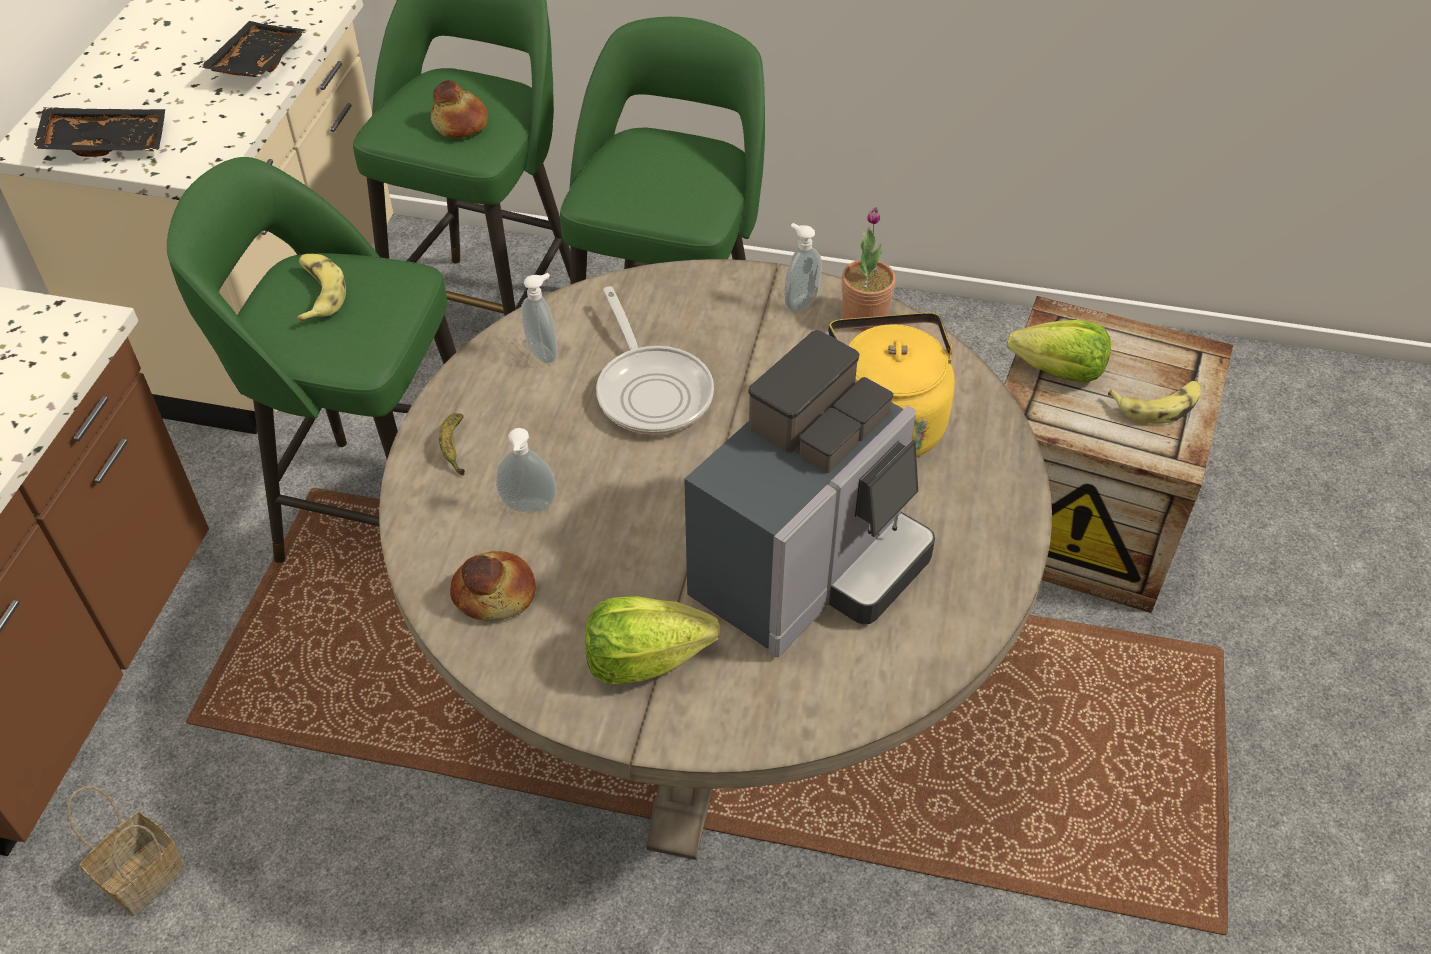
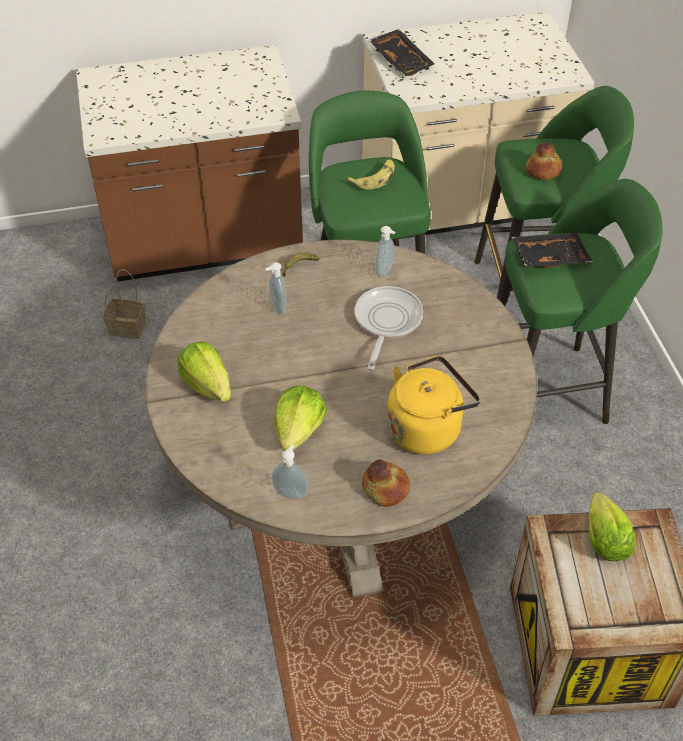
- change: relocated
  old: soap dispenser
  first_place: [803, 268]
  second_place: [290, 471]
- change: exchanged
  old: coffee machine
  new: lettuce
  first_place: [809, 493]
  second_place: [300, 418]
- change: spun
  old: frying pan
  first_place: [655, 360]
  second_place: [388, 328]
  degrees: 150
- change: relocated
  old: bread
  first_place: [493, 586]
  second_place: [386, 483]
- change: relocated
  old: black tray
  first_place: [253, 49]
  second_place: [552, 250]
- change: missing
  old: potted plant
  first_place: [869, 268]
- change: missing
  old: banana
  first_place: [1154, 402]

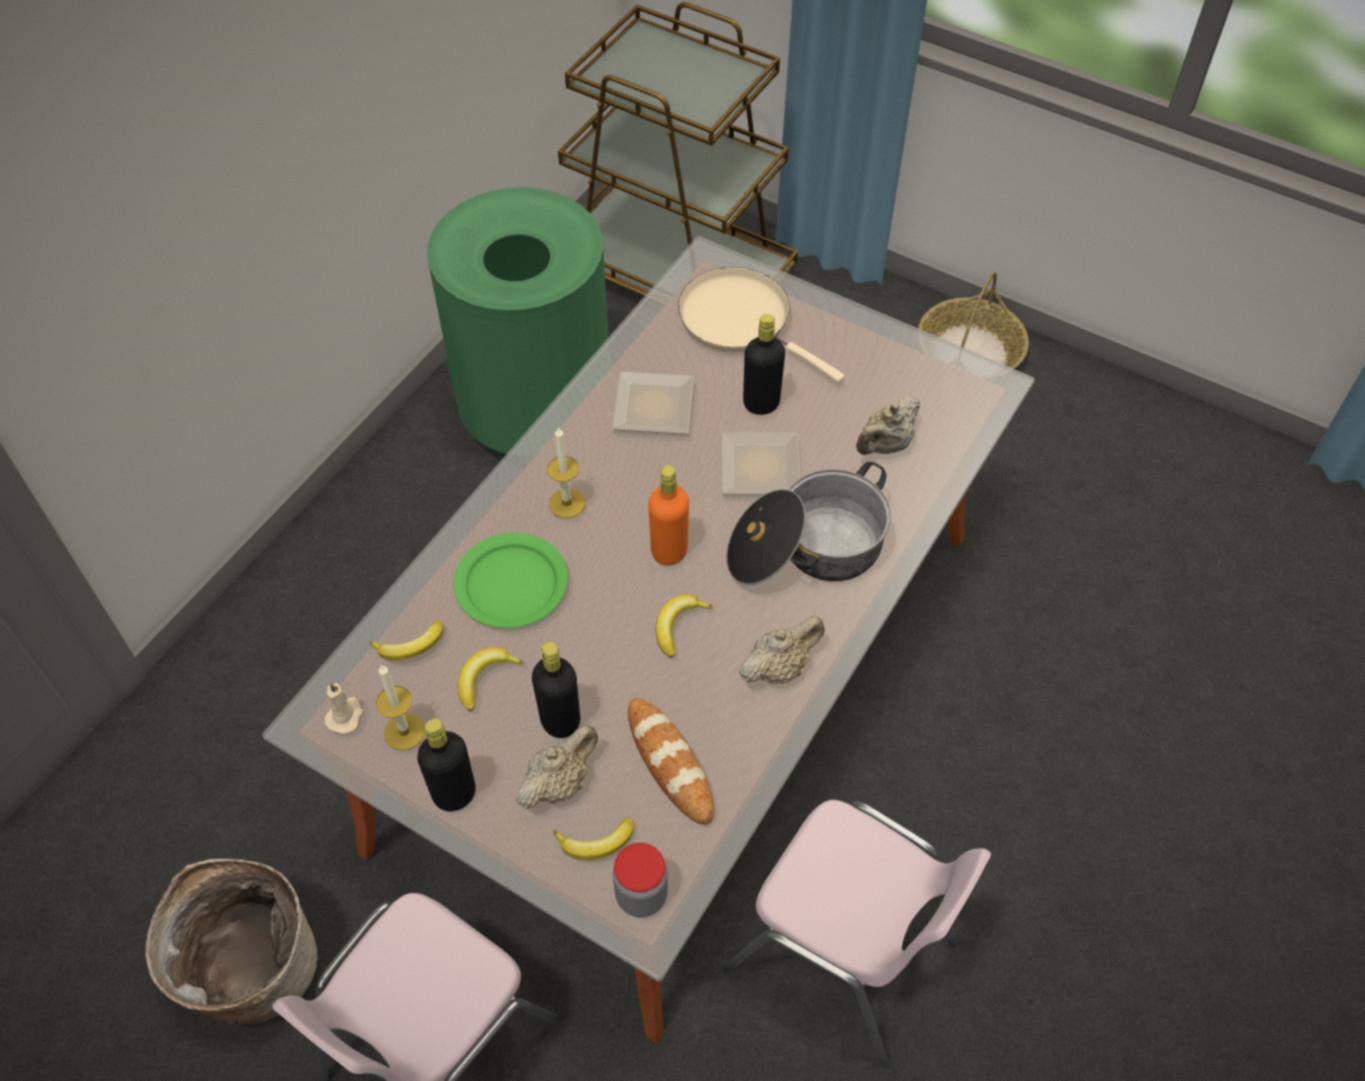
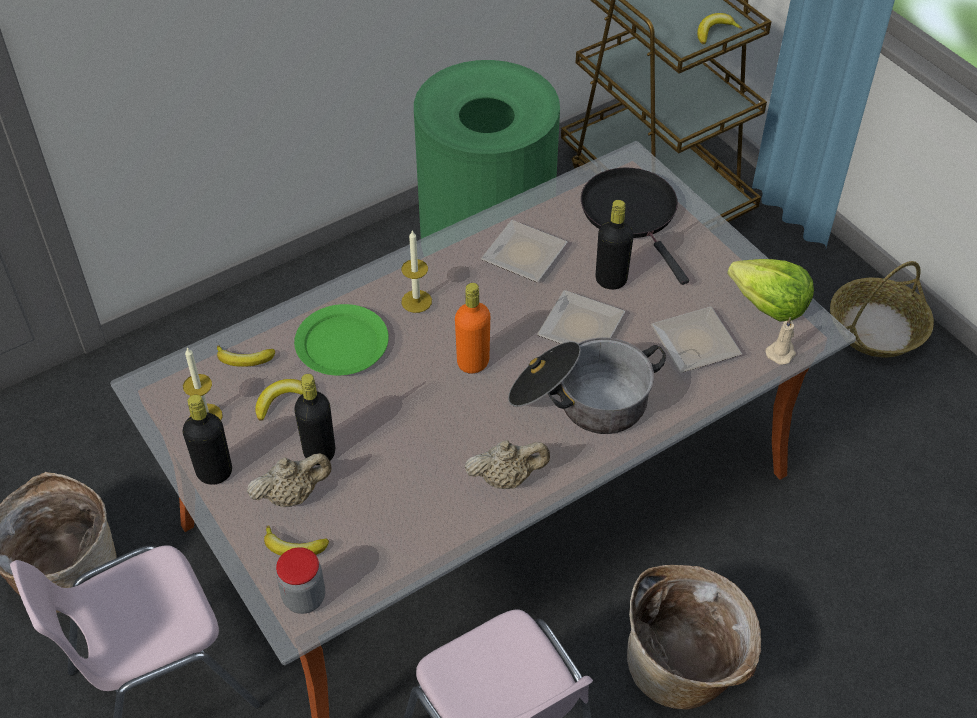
- change: colour
  old: beige frying pan
  new: black frying pan
  first_place: [761, 325]
  second_place: [635, 226]
- change: appeared
  new: basket
  second_place: [694, 637]
- change: exchanged
  old: beige teapot
  new: plate
  first_place: [888, 425]
  second_place: [696, 339]
- change: relocated
  old: banana
  first_place: [684, 626]
  second_place: [719, 28]
- change: appeared
  new: lettuce
  second_place: [770, 290]
- change: relocated
  old: beige candle
  first_place: [343, 708]
  second_place: [780, 341]
- change: missing
  old: bread
  first_place: [671, 761]

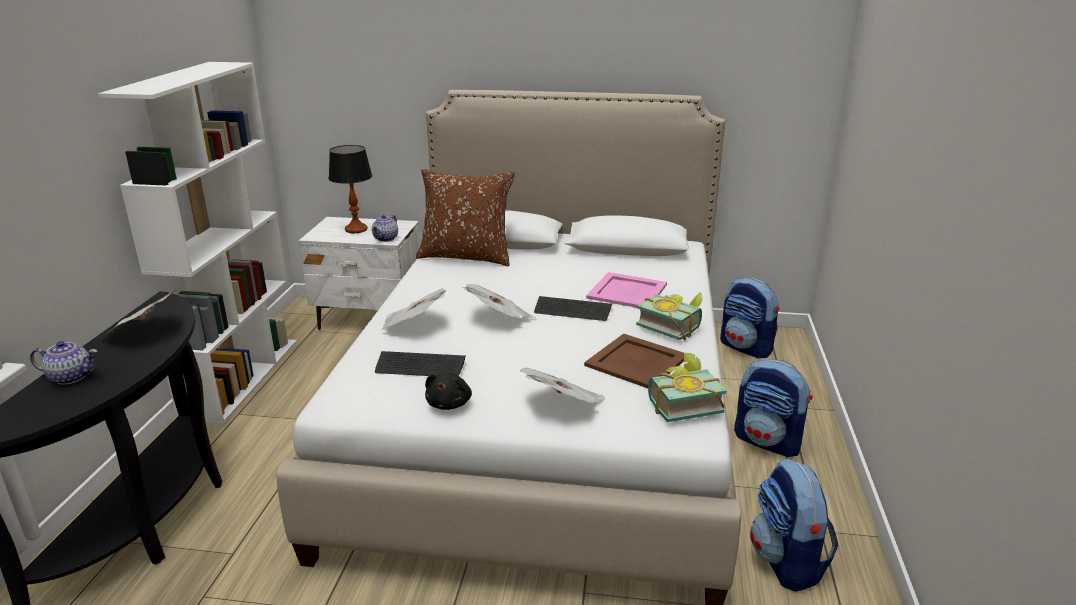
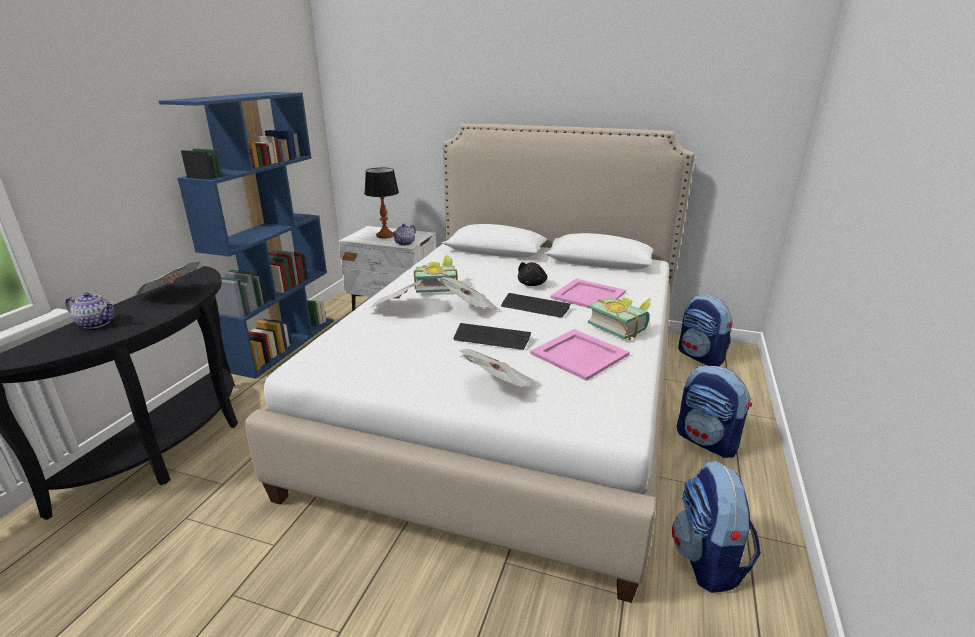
- change: colour
  old: white bookcase
  new: blue bookcase
  first_place: [197, 243]
  second_place: [246, 235]
- change: relocated
  old: book
  first_place: [687, 387]
  second_place: [436, 274]
- change: relocated
  old: keyboard
  first_place: [420, 363]
  second_place: [492, 336]
- change: relocated
  old: black plush toy
  first_place: [448, 391]
  second_place: [532, 274]
- change: colour
  old: brown tray
  new: pink tray
  first_place: [634, 361]
  second_place: [579, 355]
- change: missing
  old: brown pillow
  first_place: [465, 217]

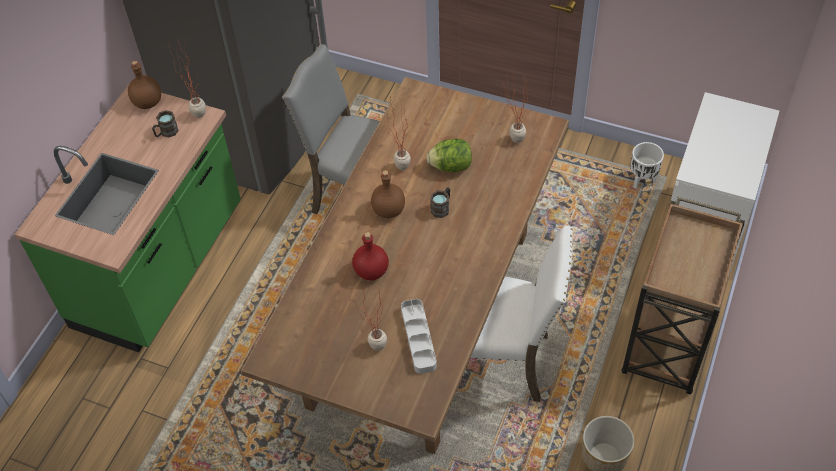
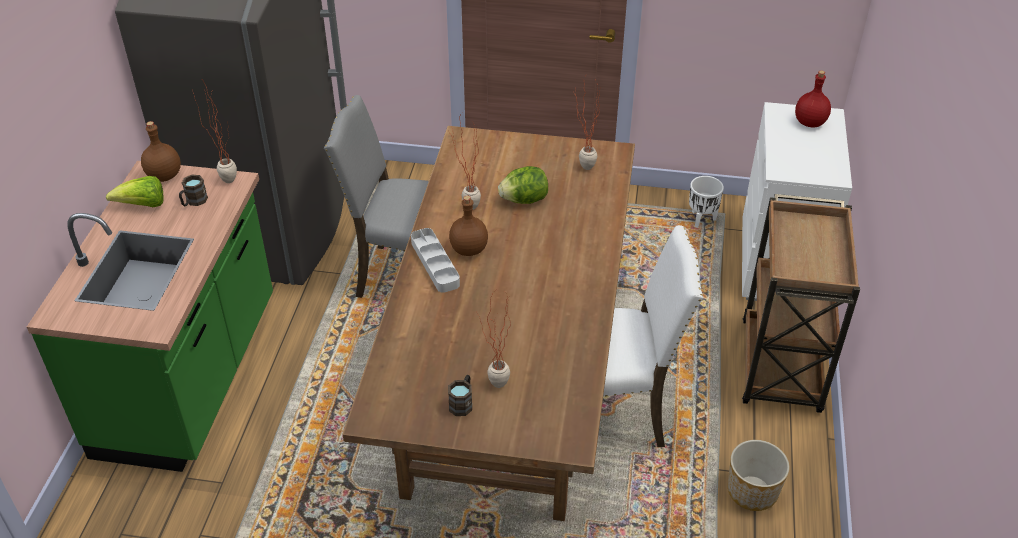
- change: appeared
  new: lettuce
  second_place: [134, 191]
- change: relocated
  old: grey tray
  first_place: [419, 336]
  second_place: [435, 260]
- change: relocated
  old: brown mug
  first_place: [440, 202]
  second_place: [460, 395]
- change: relocated
  old: red bottle
  first_place: [370, 256]
  second_place: [813, 99]

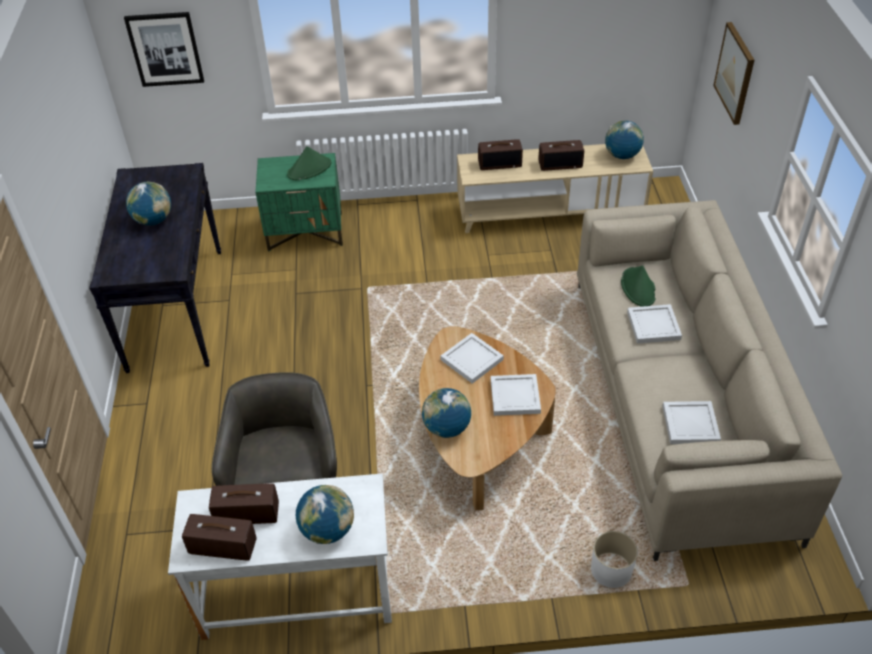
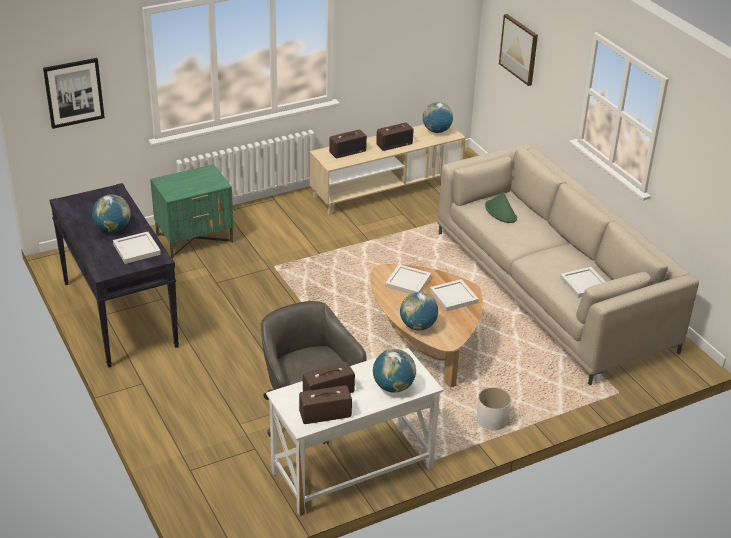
- change: relocated
  old: white tray
  first_place: [654, 324]
  second_place: [137, 248]
- change: relocated
  old: white planter
  first_place: [614, 559]
  second_place: [494, 408]
- change: missing
  old: green hat
  first_place: [309, 163]

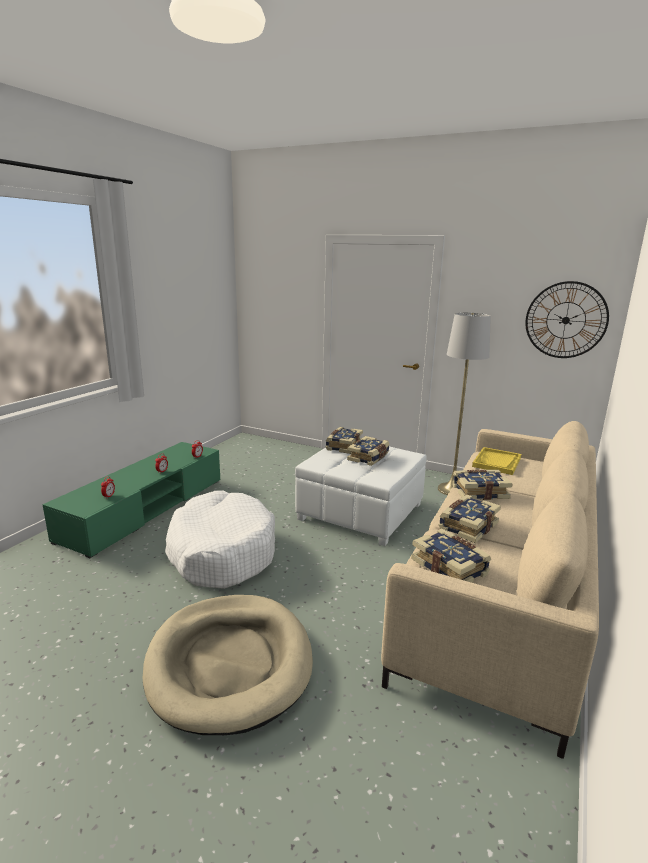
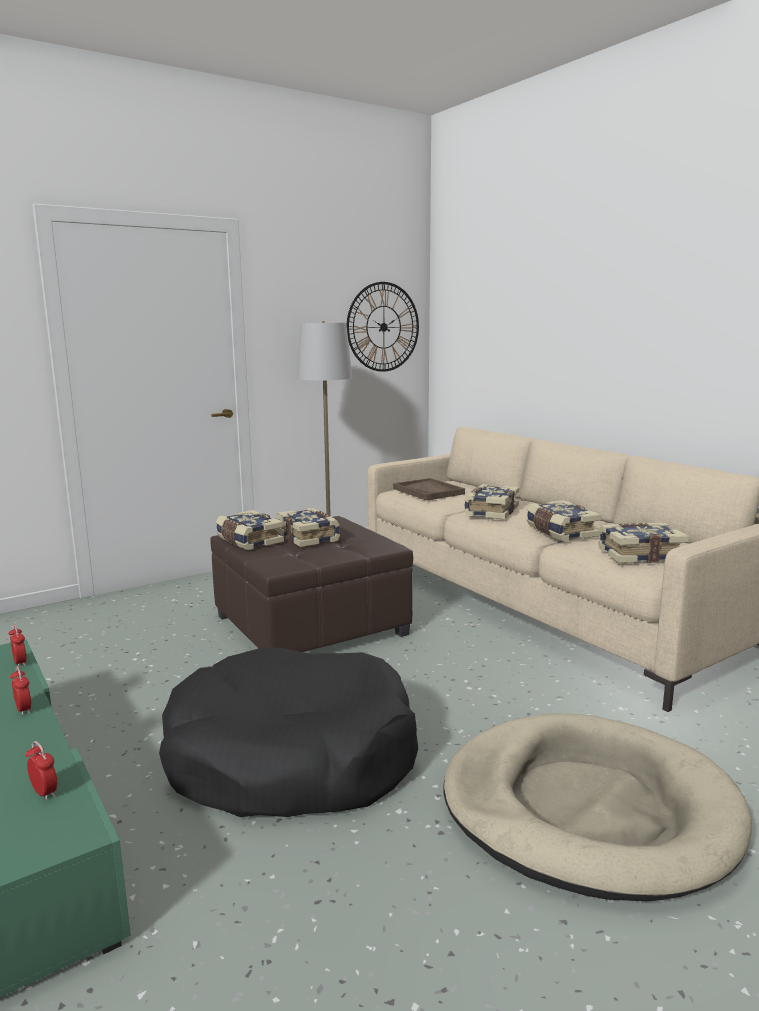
- change: colour
  old: white dog bed
  new: black dog bed
  first_place: [220, 539]
  second_place: [288, 732]
- change: colour
  old: white ottoman
  new: brown ottoman
  first_place: [361, 496]
  second_place: [311, 584]
- change: colour
  old: yellow tray
  new: brown tray
  first_place: [496, 461]
  second_place: [429, 489]

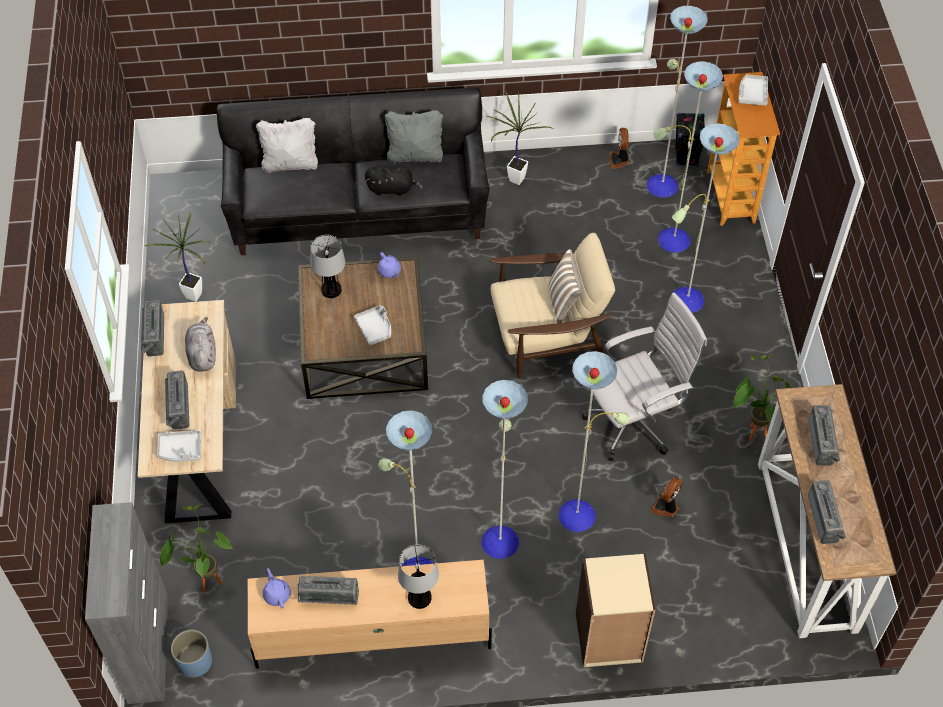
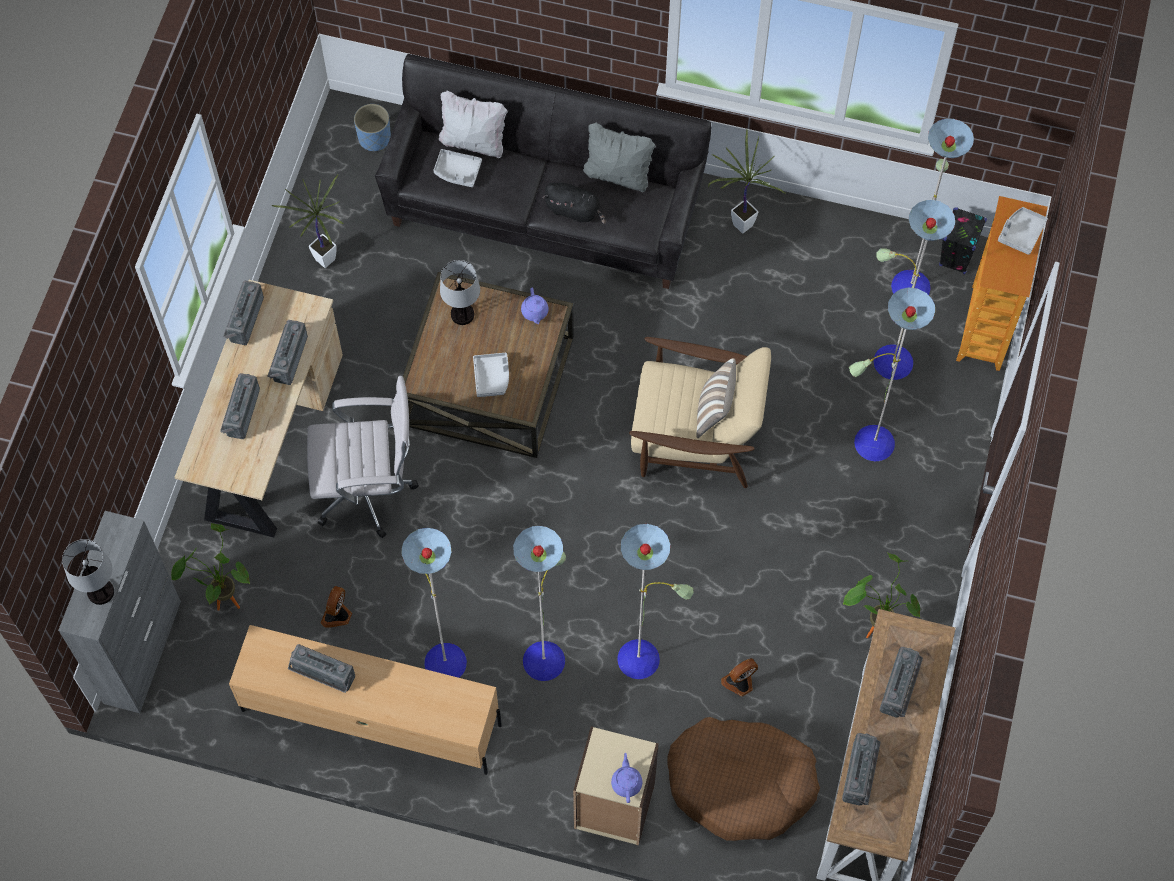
- change: relocated
  old: table lamp
  first_place: [418, 576]
  second_place: [88, 572]
- change: exchanged
  old: grey plush toy
  new: radio
  first_place: [200, 344]
  second_place: [288, 352]
- change: relocated
  old: white office chair
  first_place: [644, 376]
  second_place: [363, 457]
- change: relocated
  old: fan
  first_place: [619, 148]
  second_place: [336, 607]
- change: relocated
  old: blue planter
  first_place: [191, 653]
  second_place: [372, 127]
- change: relocated
  old: grey tray
  first_place: [179, 446]
  second_place: [457, 168]
- change: relocated
  old: purple teapot
  first_place: [277, 588]
  second_place: [626, 778]
- change: appeared
  new: brown dog bed
  second_place: [743, 779]

